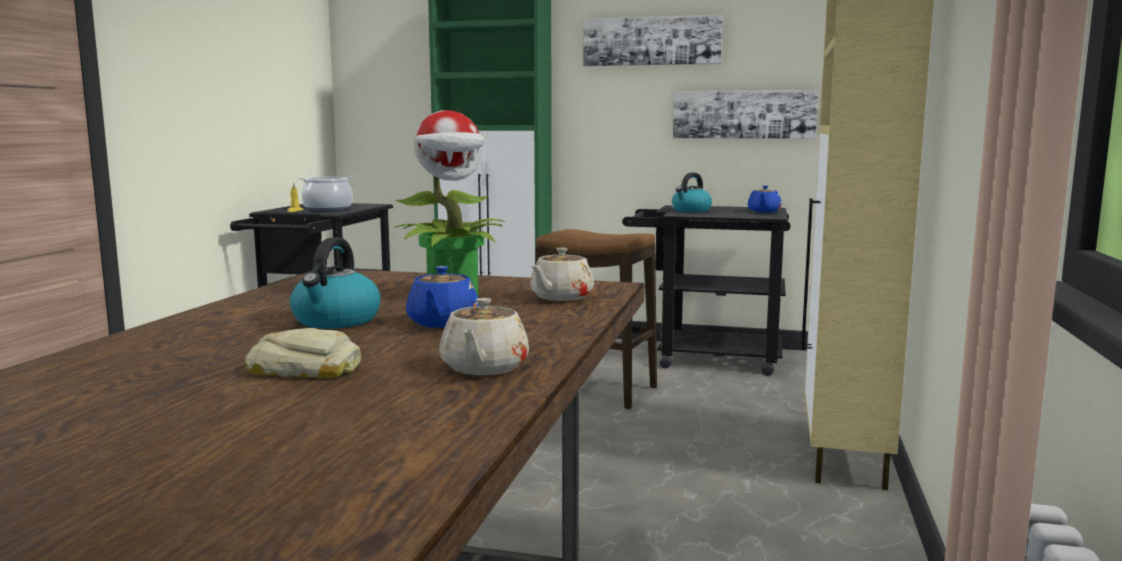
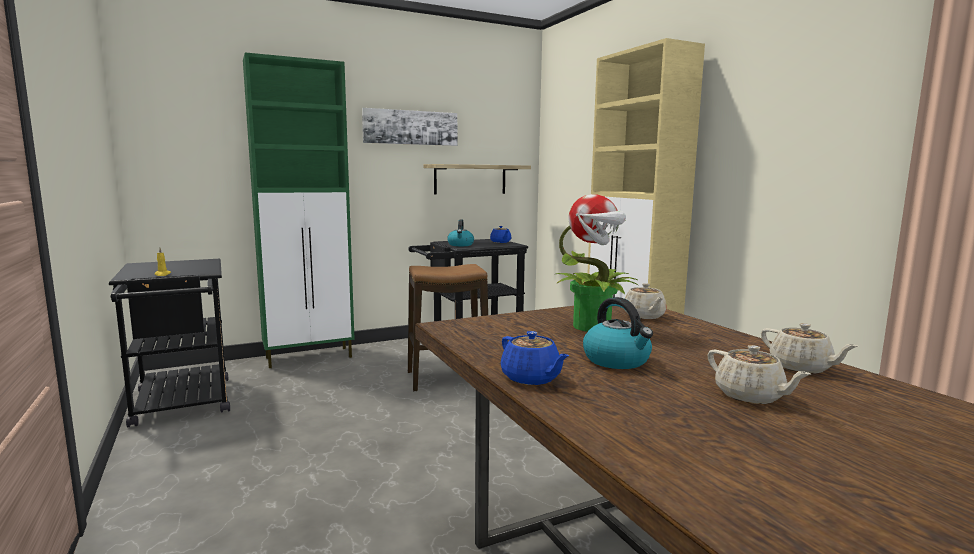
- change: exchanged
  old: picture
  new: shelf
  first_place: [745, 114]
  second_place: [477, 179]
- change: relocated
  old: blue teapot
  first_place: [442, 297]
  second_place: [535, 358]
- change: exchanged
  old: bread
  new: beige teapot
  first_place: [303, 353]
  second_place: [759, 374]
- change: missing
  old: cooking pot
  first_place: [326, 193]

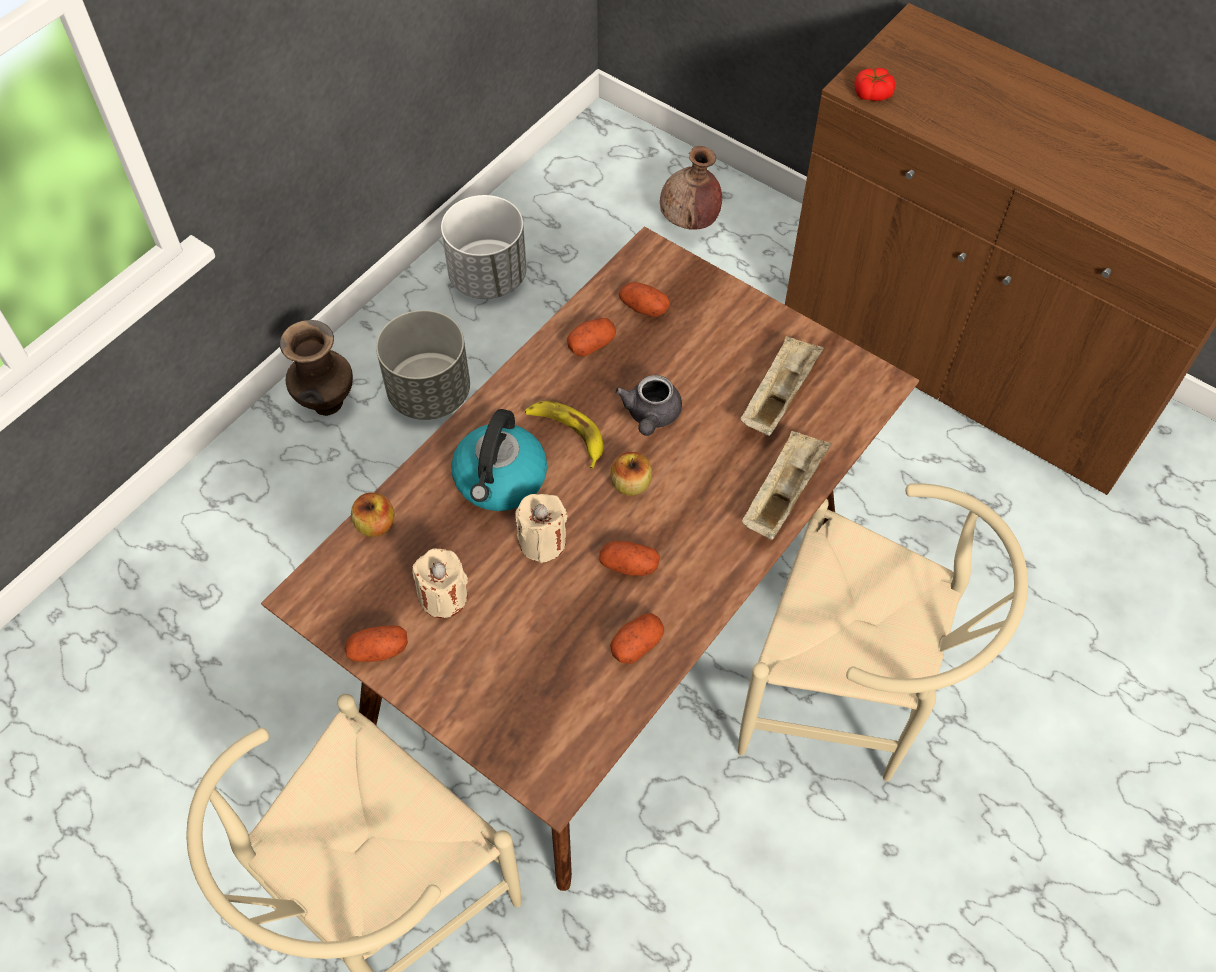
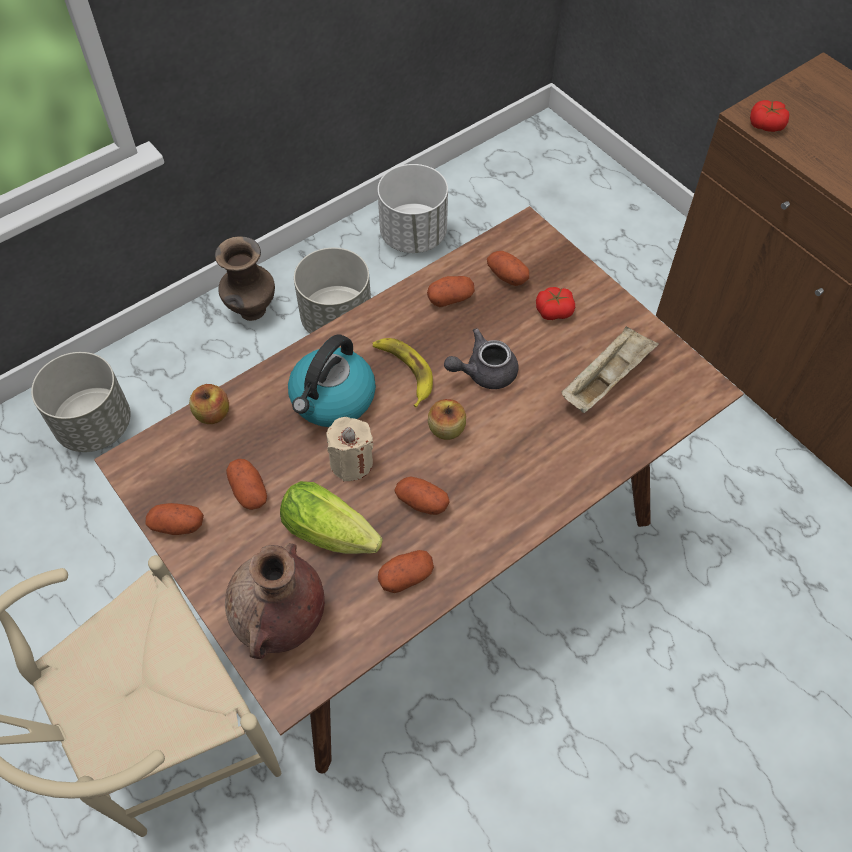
- change: appeared
  new: grey planter
  second_place: [81, 402]
- change: relocated
  old: brown vase
  first_place: [691, 188]
  second_place: [275, 601]
- change: exchanged
  old: beige candle
  new: potato
  first_place: [440, 583]
  second_place: [246, 484]
- change: appeared
  new: lettuce
  second_place: [331, 517]
- change: spun
  old: grey teapot
  first_place: [648, 405]
  second_place: [481, 358]
  degrees: 45
- change: appeared
  new: tomato
  second_place: [555, 303]
- change: missing
  old: beige chair
  first_place: [883, 632]
- change: missing
  old: beige tray
  first_place: [786, 485]

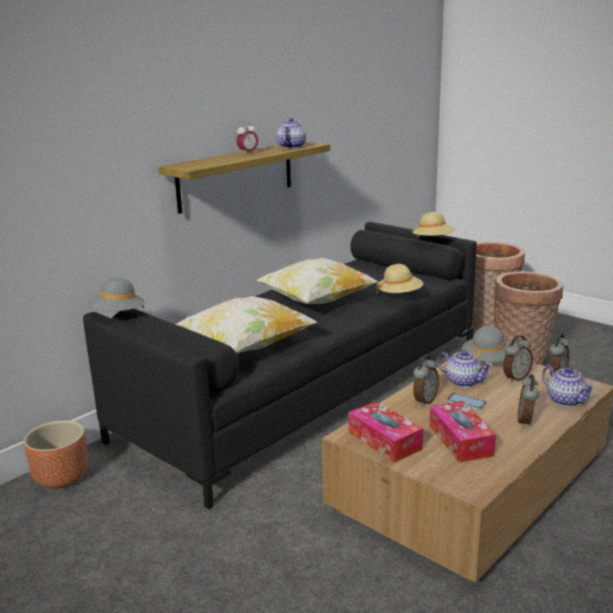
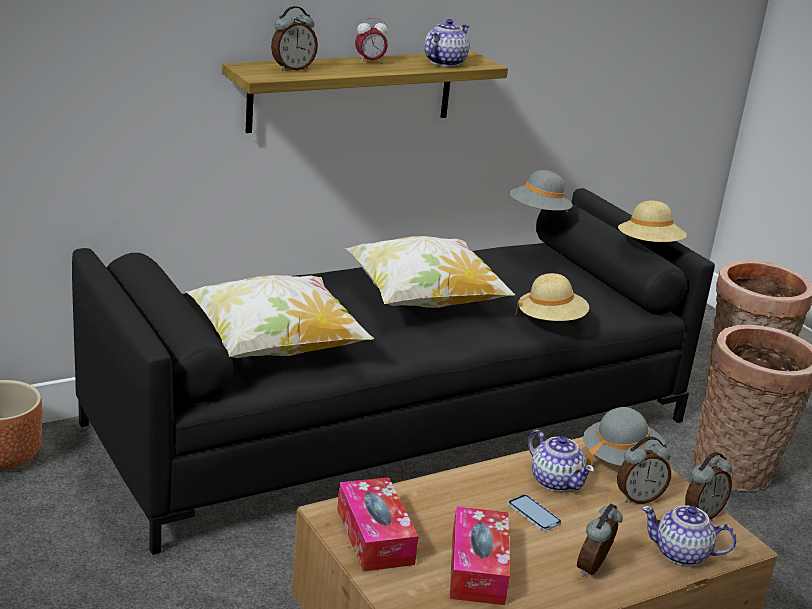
- change: relocated
  old: alarm clock
  first_place: [426, 381]
  second_place: [294, 38]
- change: relocated
  old: grey hat
  first_place: [116, 294]
  second_place: [541, 191]
- change: spun
  old: teapot
  first_place: [569, 386]
  second_place: [689, 535]
  degrees: 120

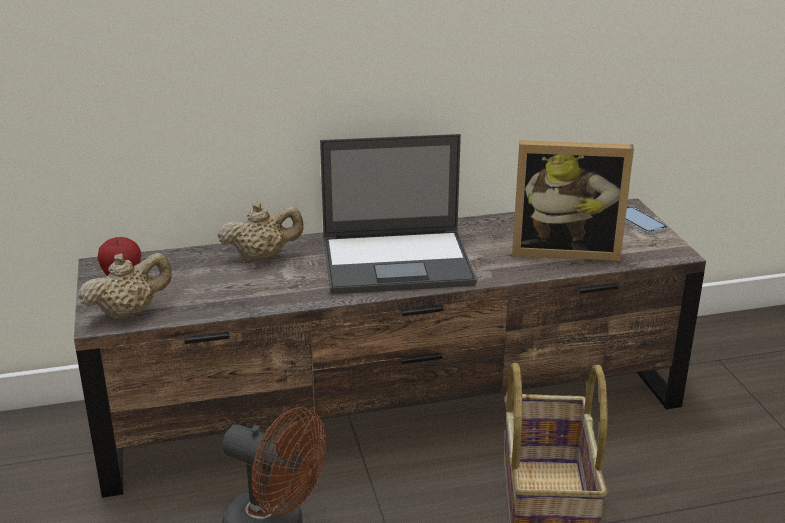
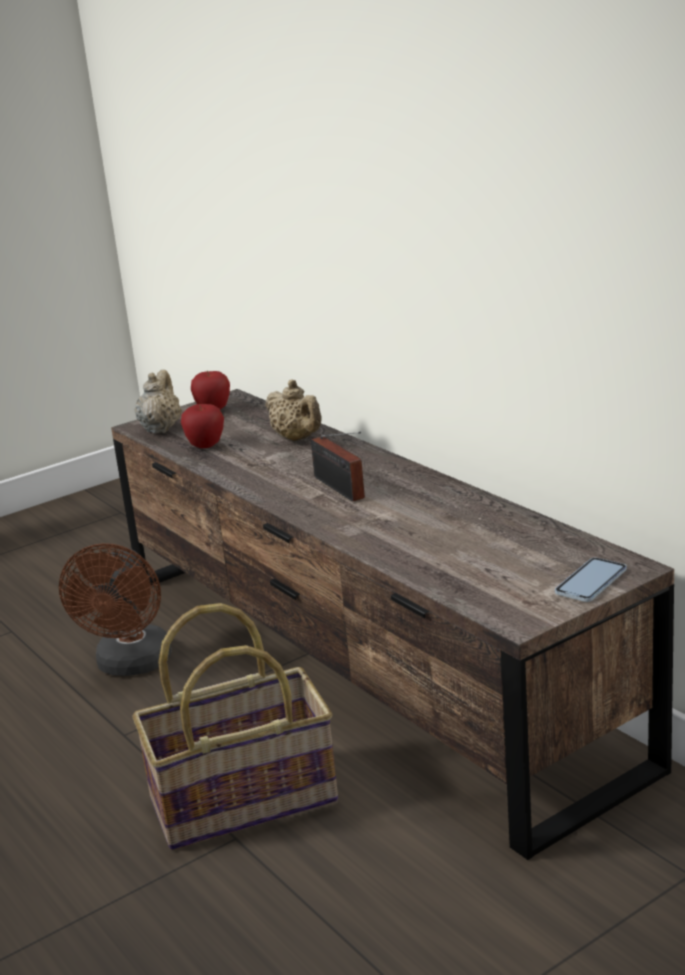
- change: spun
  old: beige teapot
  first_place: [125, 286]
  second_place: [158, 402]
  degrees: -120
- change: appeared
  new: apple
  second_place: [202, 426]
- change: exchanged
  old: laptop
  new: radio
  first_place: [398, 214]
  second_place: [338, 467]
- change: missing
  old: picture frame
  first_place: [573, 200]

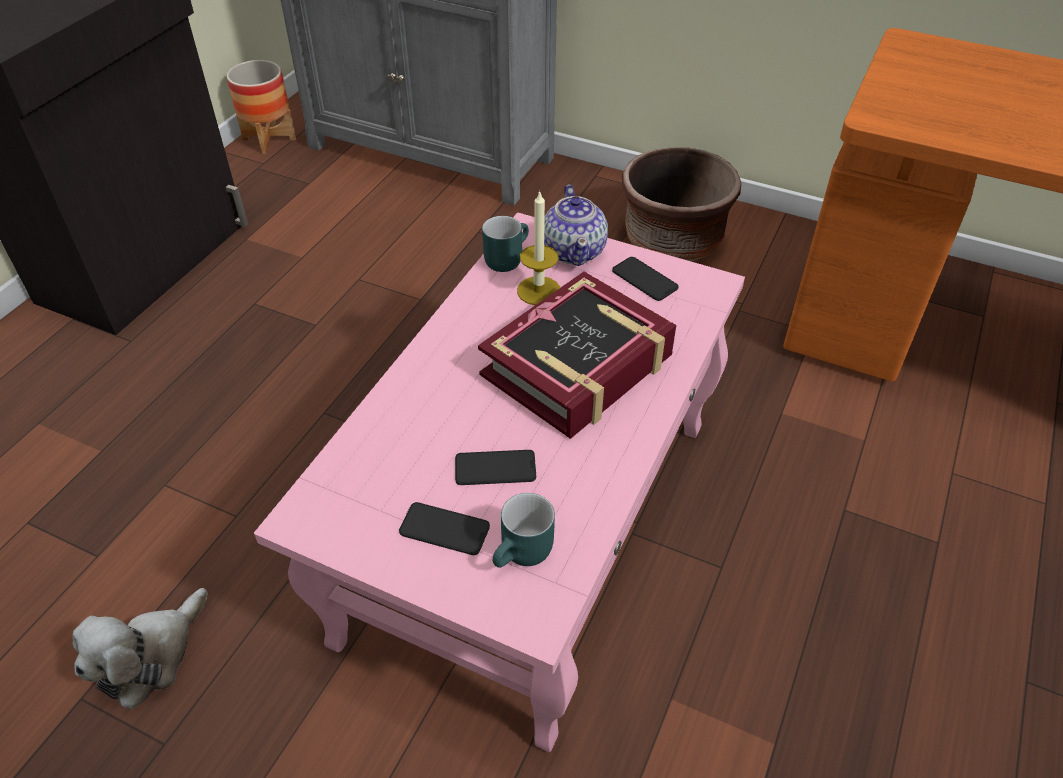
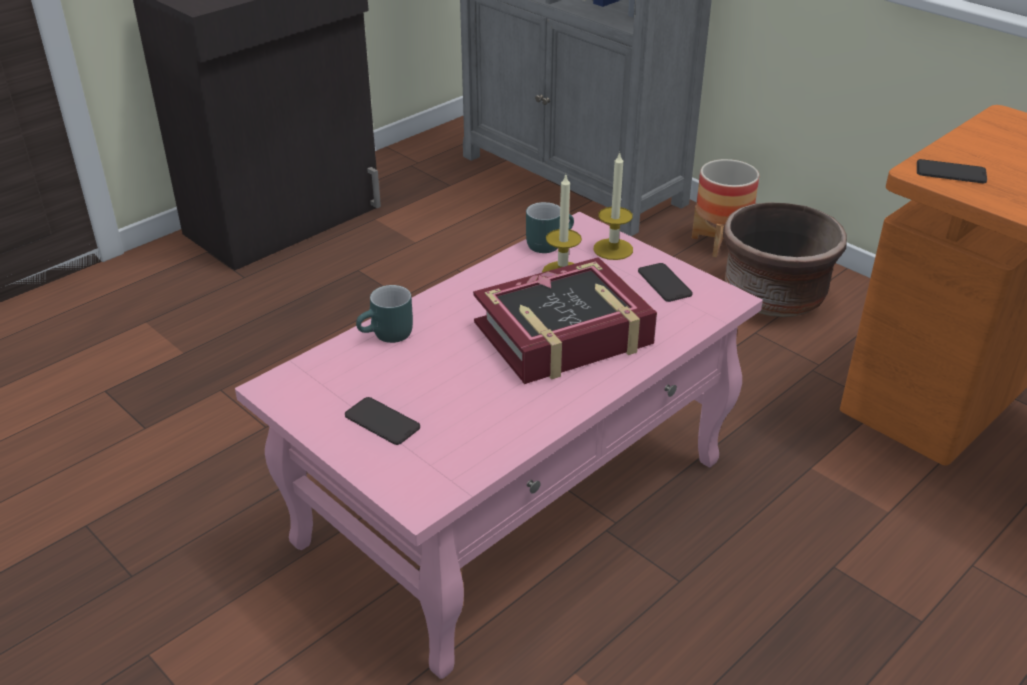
- change: relocated
  old: turquoise mug
  first_place: [524, 530]
  second_place: [384, 314]
- change: exchanged
  old: teapot
  new: candle
  first_place: [576, 225]
  second_place: [613, 205]
- change: relocated
  old: planter
  first_place: [261, 107]
  second_place: [725, 208]
- change: relocated
  old: phone
  first_place: [495, 467]
  second_place: [952, 171]
- change: missing
  old: plush toy
  first_place: [140, 648]

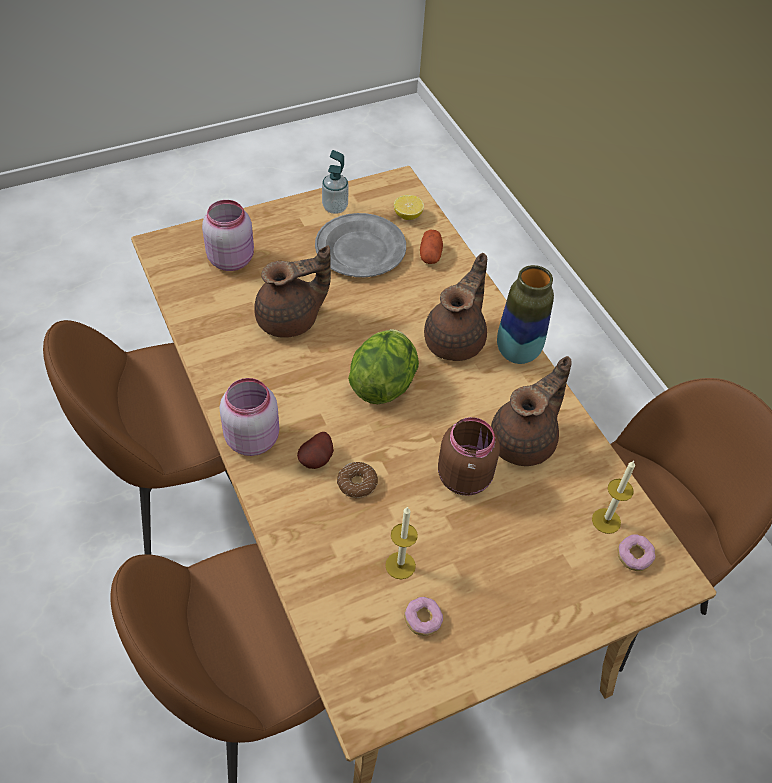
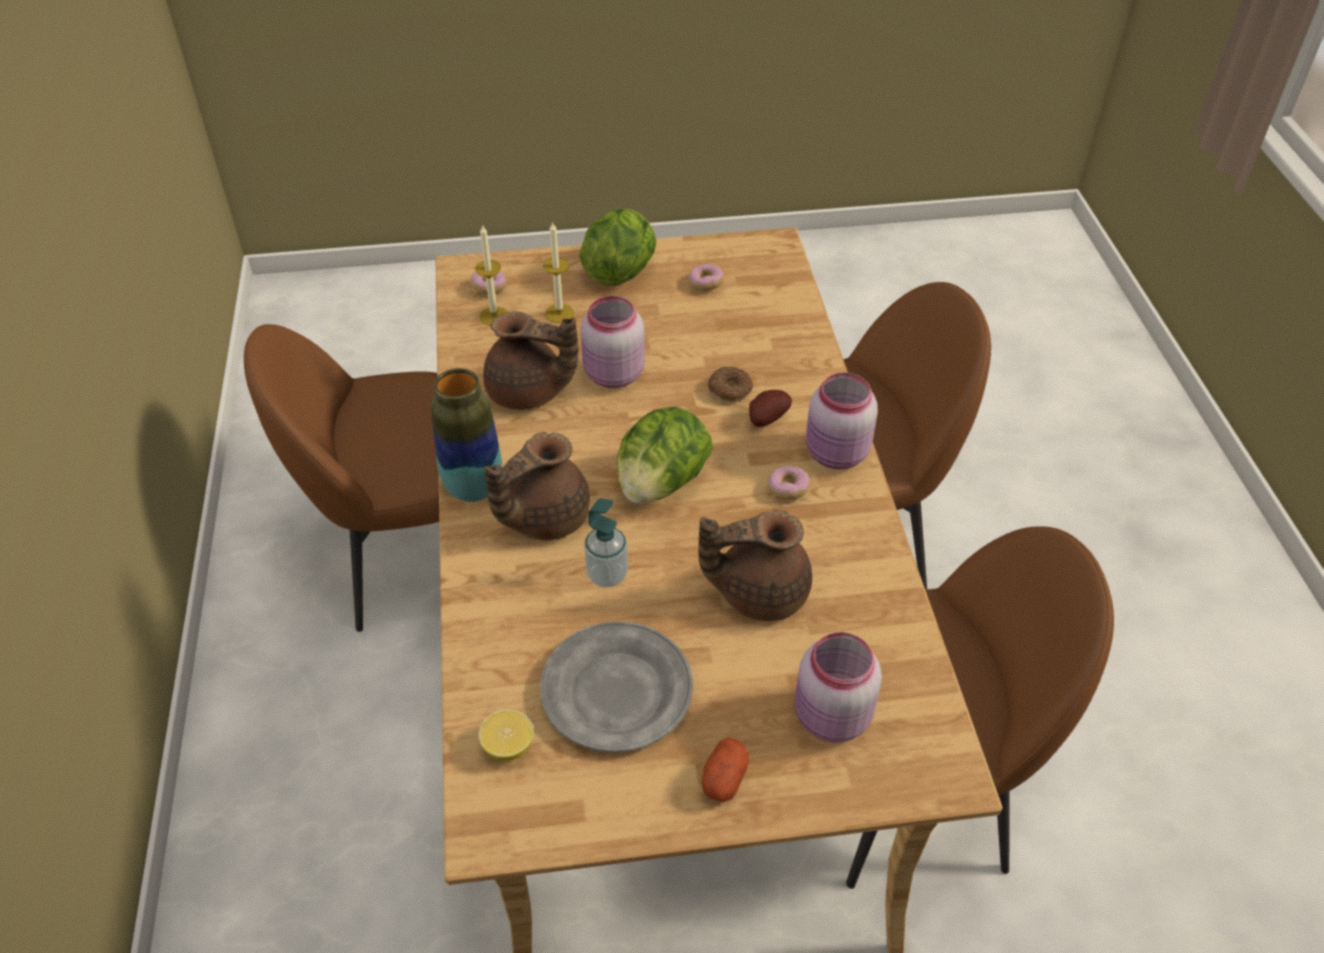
- change: spun
  old: brown teapot
  first_place: [531, 411]
  second_place: [530, 360]
  degrees: -135
- change: relocated
  old: candle
  first_place: [401, 542]
  second_place: [558, 272]
- change: appeared
  new: lettuce
  second_place: [617, 247]
- change: colour
  old: brown jar
  new: pink jar
  first_place: [469, 456]
  second_place: [613, 342]
- change: relocated
  old: soap dispenser
  first_place: [335, 182]
  second_place: [606, 542]
- change: relocated
  old: potato
  first_place: [431, 247]
  second_place: [725, 770]
- change: appeared
  new: donut
  second_place: [788, 483]

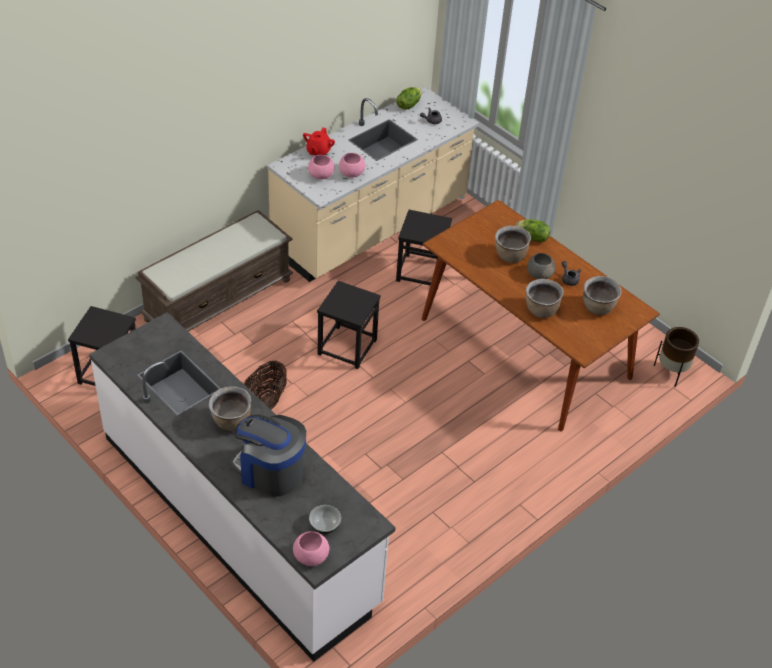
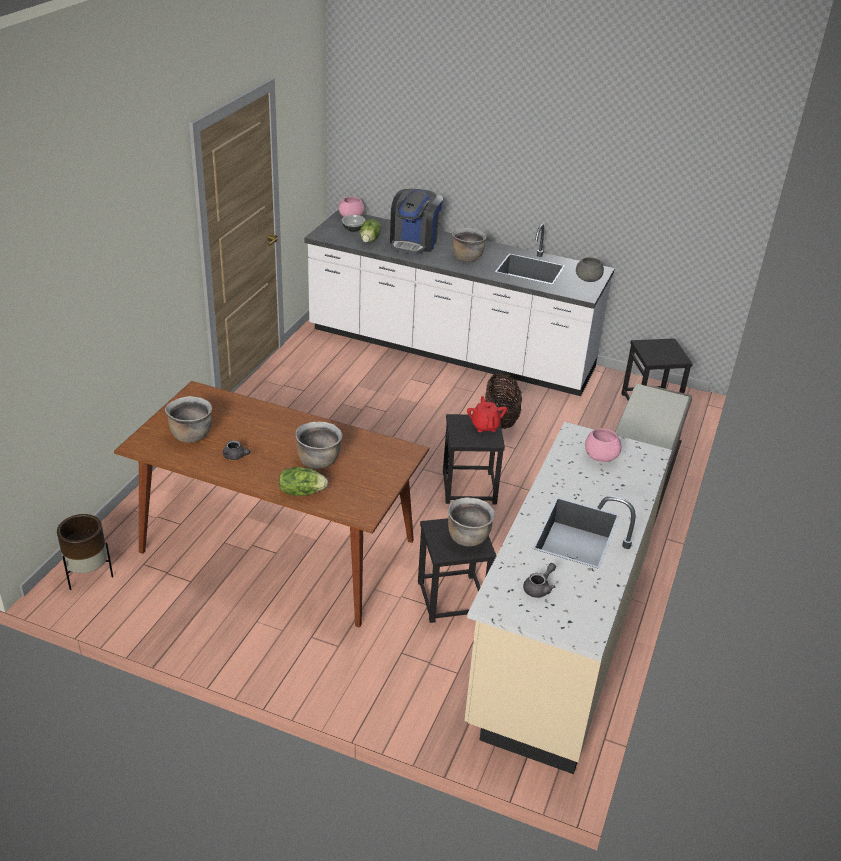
- change: relocated
  old: lettuce
  first_place: [409, 98]
  second_place: [370, 231]
- change: spun
  old: coffee machine
  first_place: [268, 455]
  second_place: [416, 222]
  degrees: 105
- change: relocated
  old: brown cooking pot
  first_place: [545, 298]
  second_place: [471, 521]
- change: relocated
  old: red teapot
  first_place: [319, 142]
  second_place: [487, 414]
- change: relocated
  old: grey bowl
  first_place: [541, 266]
  second_place: [590, 269]
- change: missing
  old: pink bowl
  first_place: [352, 165]

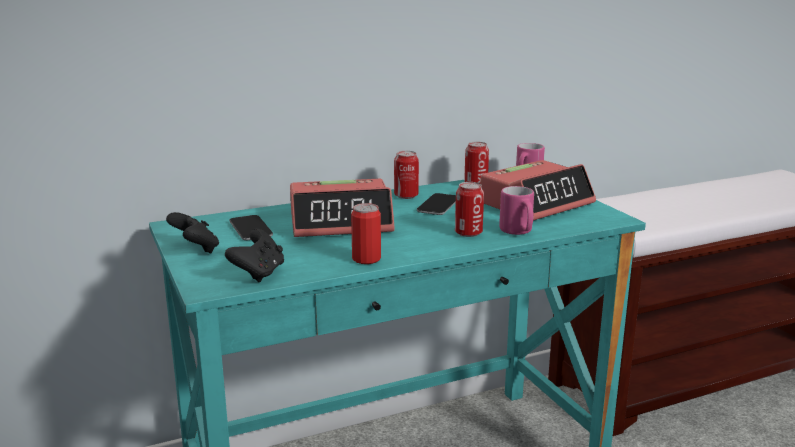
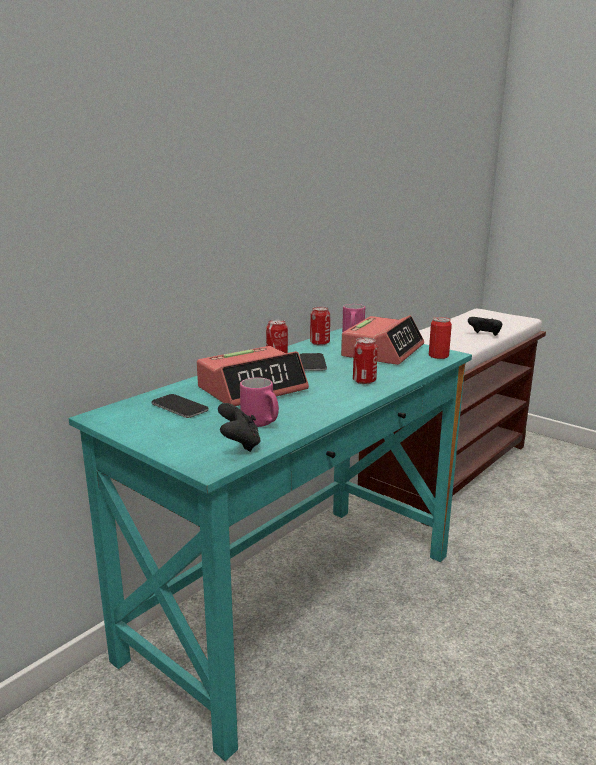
- change: relocated
  old: pink mug
  first_place: [516, 210]
  second_place: [259, 402]
- change: relocated
  old: can
  first_place: [366, 233]
  second_place: [440, 338]
- change: relocated
  old: black game controller
  first_place: [192, 233]
  second_place: [485, 326]

